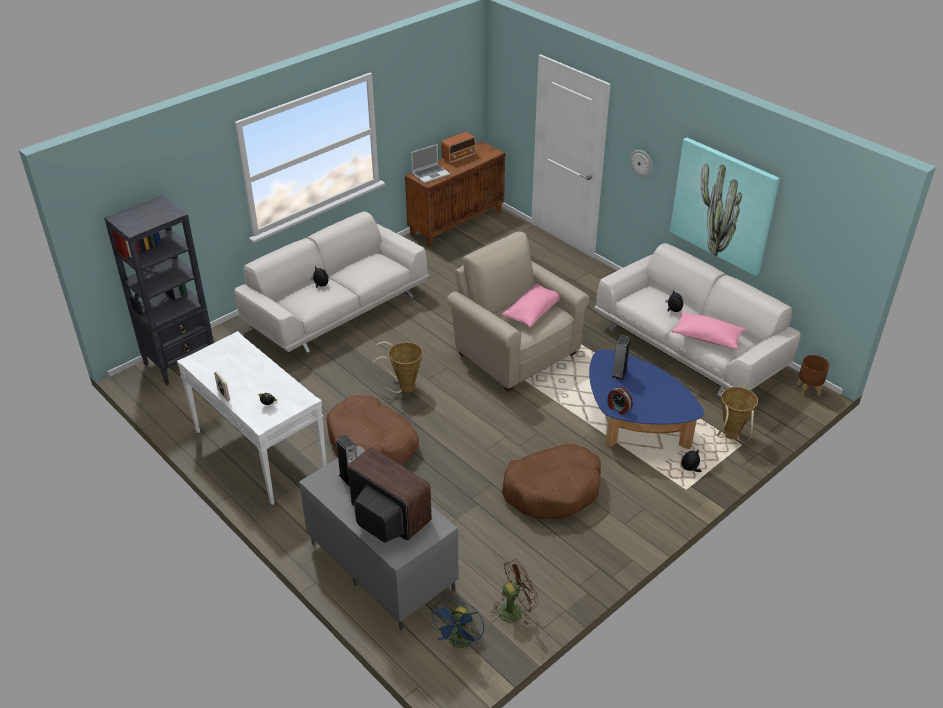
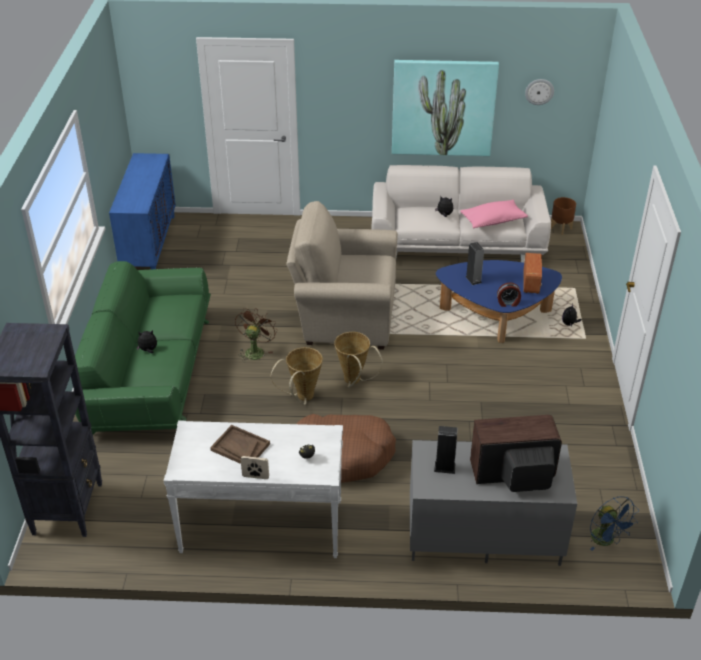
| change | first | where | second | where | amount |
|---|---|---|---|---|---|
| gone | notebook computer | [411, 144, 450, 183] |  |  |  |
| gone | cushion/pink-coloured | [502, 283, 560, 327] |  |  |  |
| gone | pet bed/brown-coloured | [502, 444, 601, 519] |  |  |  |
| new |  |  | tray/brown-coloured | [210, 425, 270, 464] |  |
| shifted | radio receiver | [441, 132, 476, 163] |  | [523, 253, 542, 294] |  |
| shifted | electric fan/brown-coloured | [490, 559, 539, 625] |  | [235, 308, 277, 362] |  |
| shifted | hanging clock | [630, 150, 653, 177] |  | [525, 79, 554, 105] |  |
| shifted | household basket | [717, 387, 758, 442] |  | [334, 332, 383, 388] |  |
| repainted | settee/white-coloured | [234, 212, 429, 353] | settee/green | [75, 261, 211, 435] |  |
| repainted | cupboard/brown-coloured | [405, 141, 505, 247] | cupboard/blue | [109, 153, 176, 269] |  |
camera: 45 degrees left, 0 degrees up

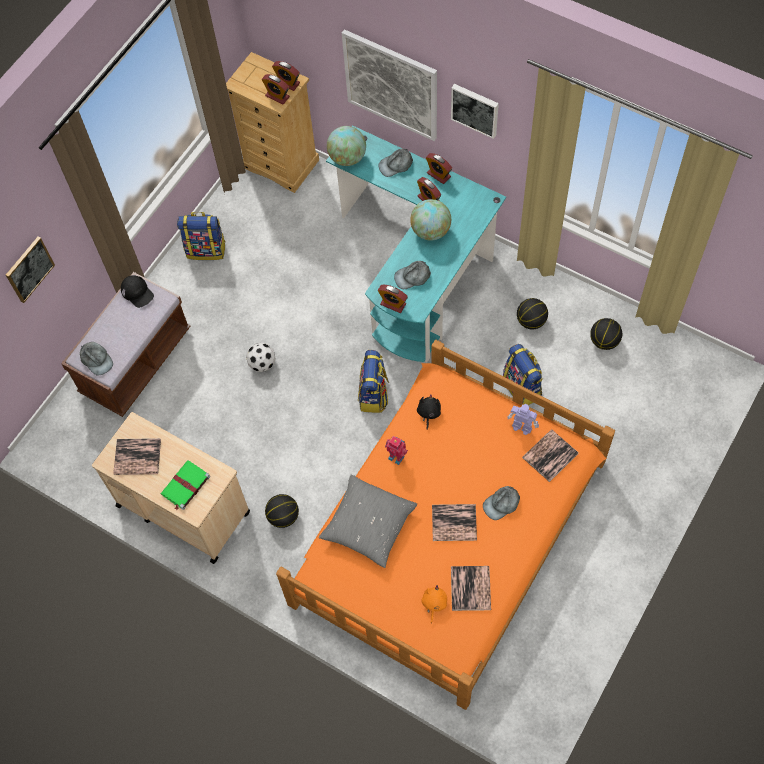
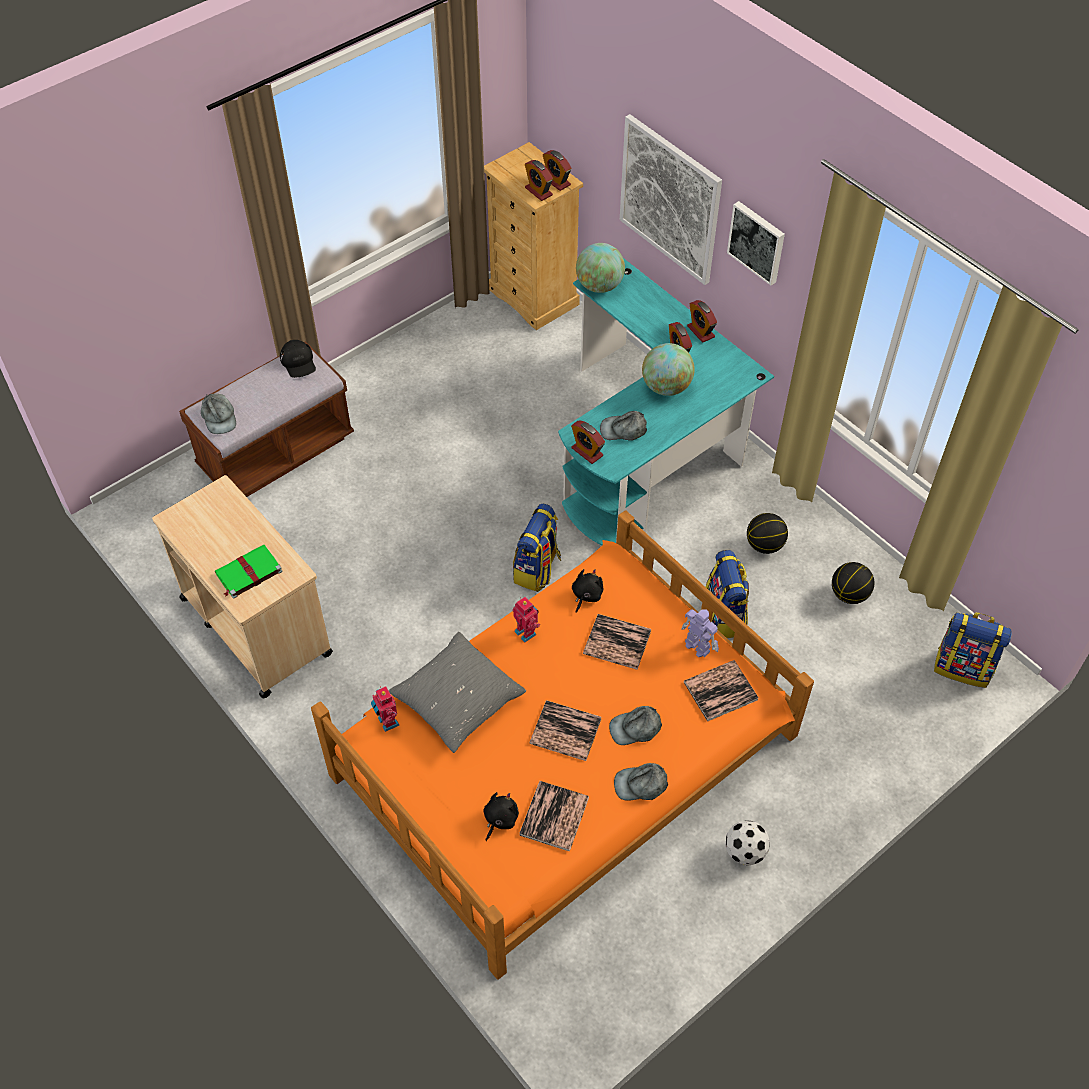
| change | first | where | second | where | amount |
|---|---|---|---|---|---|
| gone | wall art | [6, 236, 55, 303] |  |  |  |
| gone | basketball ball | [265, 494, 299, 528] |  |  |  |
| new |  |  | model robot | [371, 686, 399, 732] |  |
| shifted | book | [113, 438, 161, 475] |  | [583, 614, 651, 670] |  |
| shifted | backpack | [177, 212, 226, 260] |  | [934, 612, 1011, 688] |  |
| shifted | football ball | [246, 343, 276, 372] |  | [726, 820, 770, 865] |  |
| shifted | peaked cap/greyish | [378, 149, 413, 177] |  | [614, 763, 668, 801] |  |
| repainted | cuddly toy/orange | [421, 585, 447, 623] | cuddly toy/black | [483, 792, 519, 841] |  |
camera: 15 degrees right, 10 degrees down

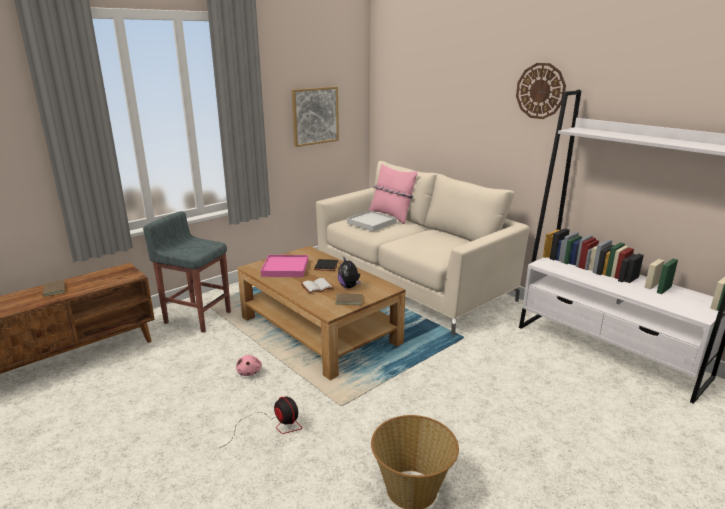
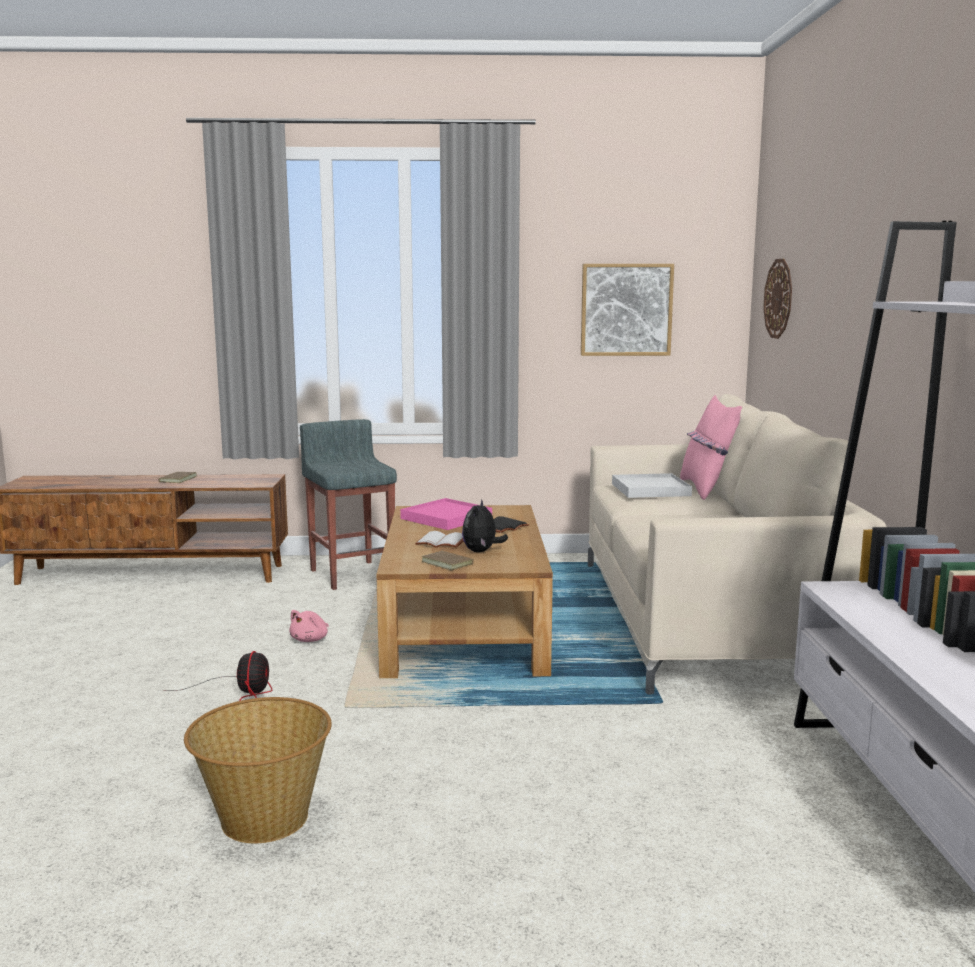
| change | first | where | second | where | amount |
|---|---|---|---|---|---|
| shifted | hanging clock | [516, 63, 566, 119] |  | [763, 259, 792, 339] |  |
camera: 40 degrees right, 10 degrees down

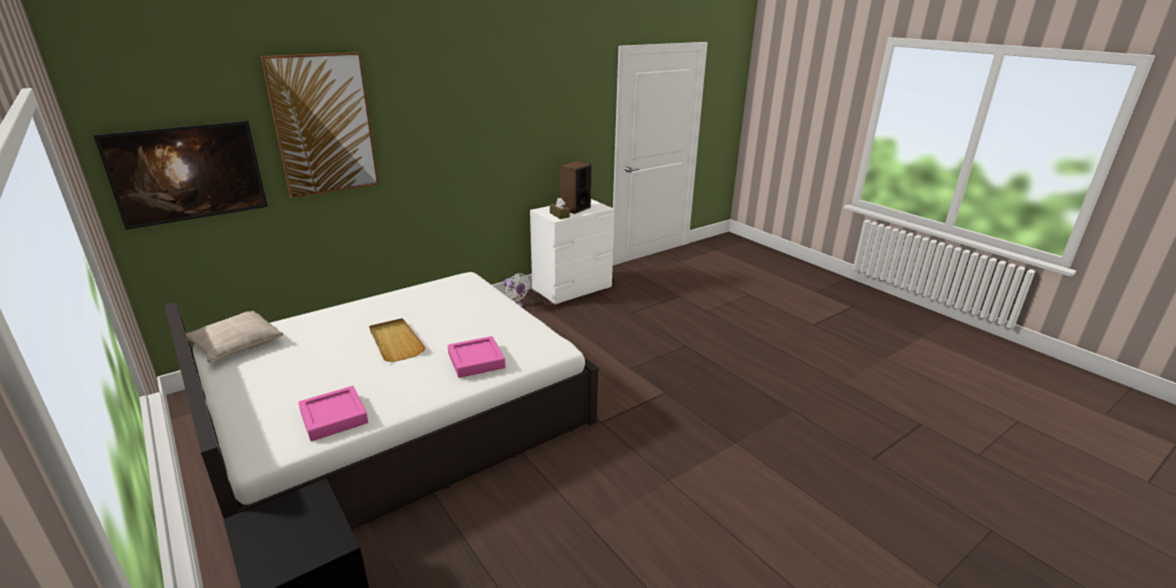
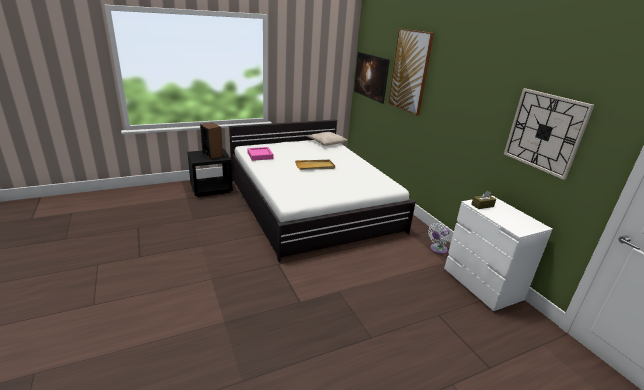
| change | first | where | second | where | amount |
|---|---|---|---|---|---|
| gone | tray/pink-coloured | [448, 336, 506, 378] |  |  |  |
| new |  |  | hanging clock | [504, 88, 594, 180] |  |
| shifted | speaker | [559, 161, 592, 214] |  | [200, 123, 223, 159] |  |
camera: 100 degrees right, 0 degrees up

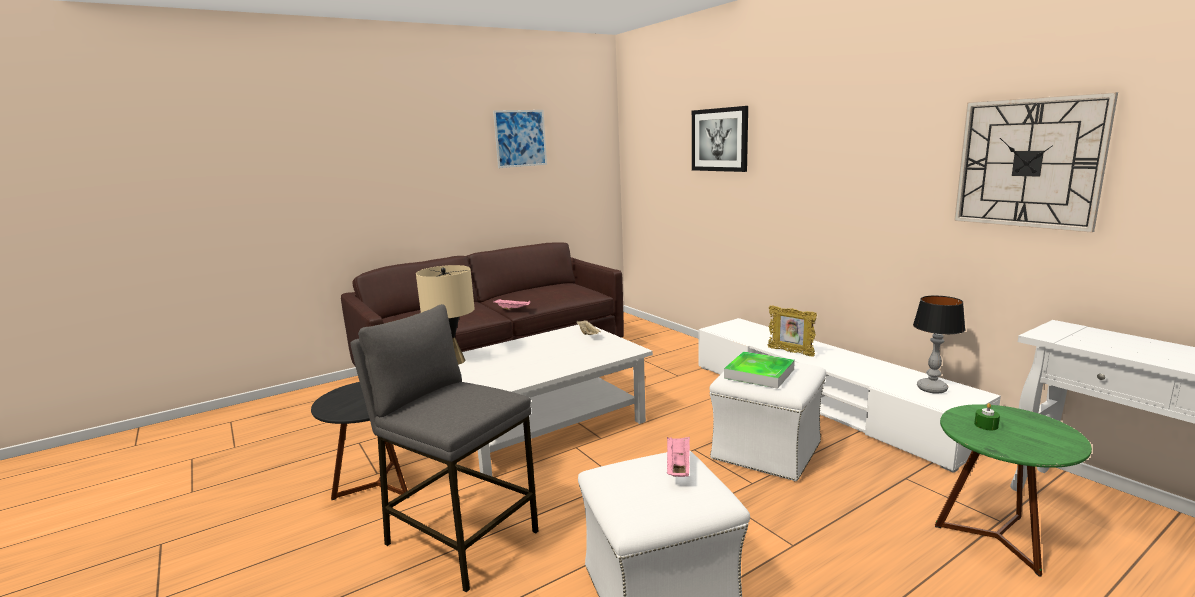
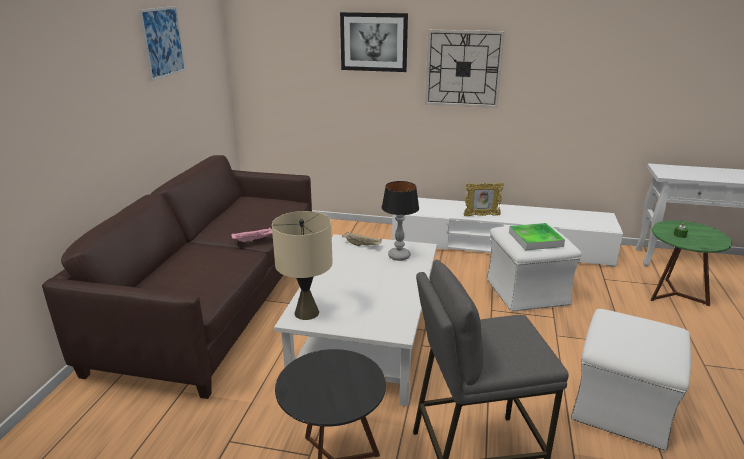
| change | first | where | second | where | amount |
|---|---|---|---|---|---|
| gone | tray/pink-coloured | [667, 436, 690, 477] |  |  |  |
| shifted | tabletop lamp | [913, 295, 966, 394] |  | [382, 181, 419, 261] |  |
| shifted | hanging clock | [954, 92, 1118, 232] |  | [425, 30, 505, 108] |  |
camera: 45 degrees left, 10 degrees up

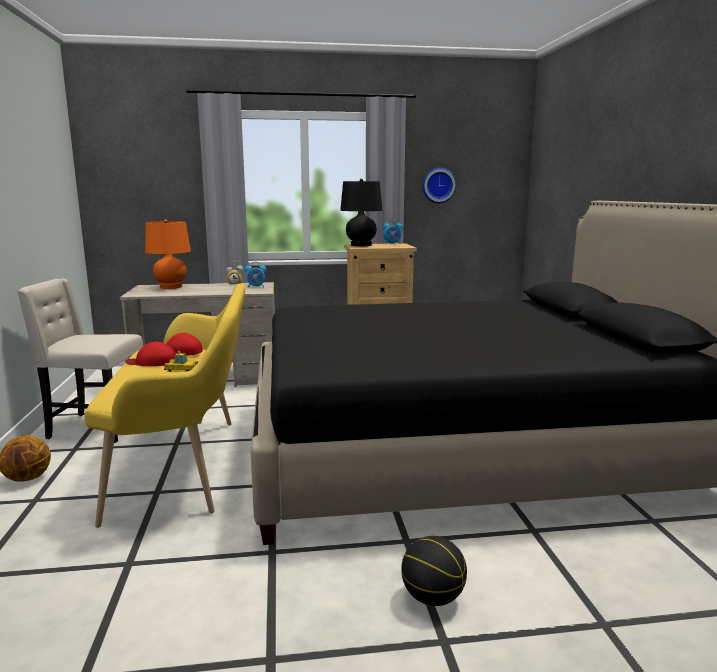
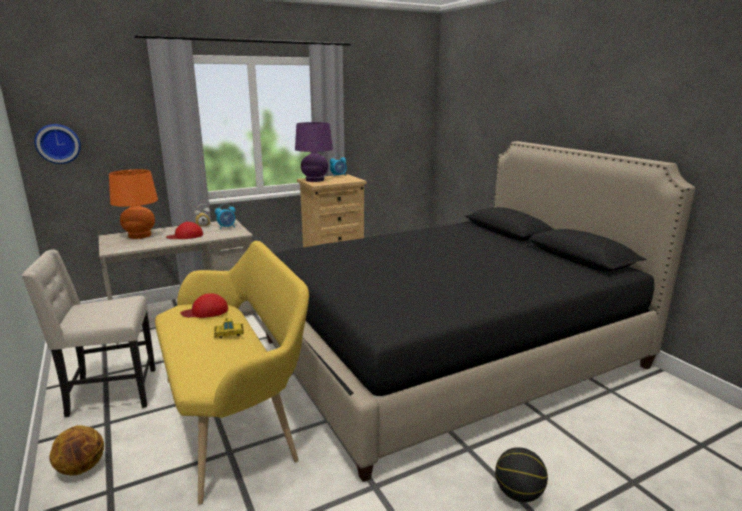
| change | first | where | second | where | amount |
|---|---|---|---|---|---|
| shifted | peaked cap/reddish | [125, 342, 176, 366] |  | [166, 222, 203, 239] |  |
| shifted | hanging clock | [422, 168, 456, 203] |  | [34, 124, 81, 164] |  |
| repainted | tabletop lamp/black | [340, 179, 382, 246] | tabletop lamp/purplish | [295, 121, 333, 182] |  |
camera: 20 degrees left, 5 degrees up

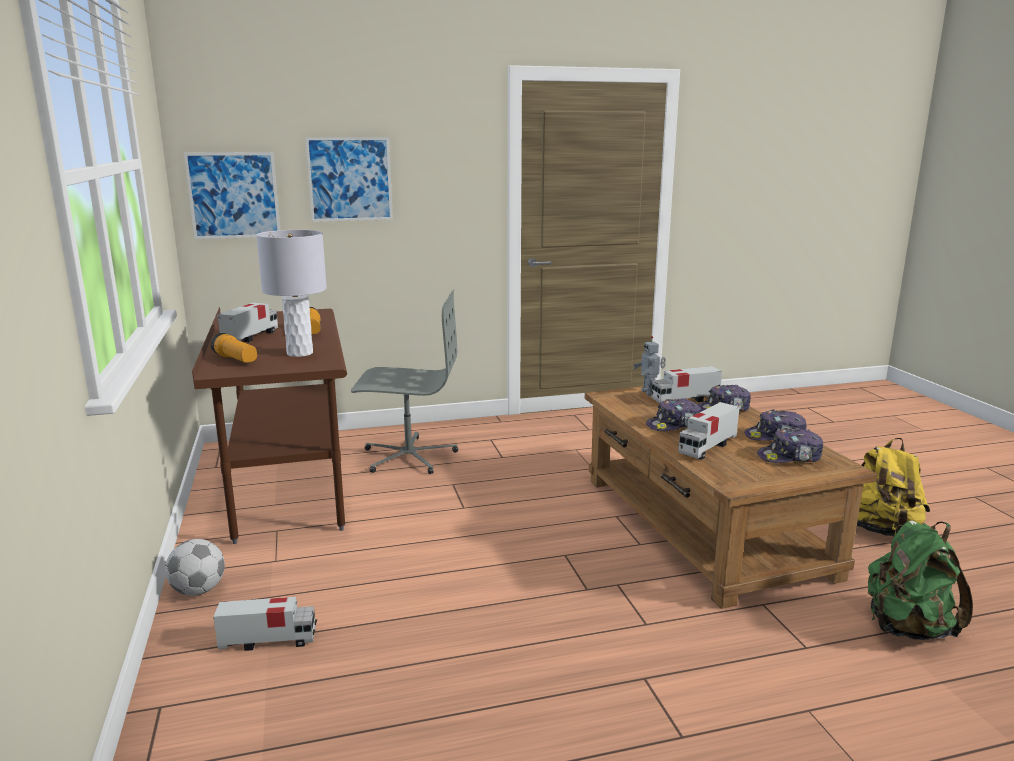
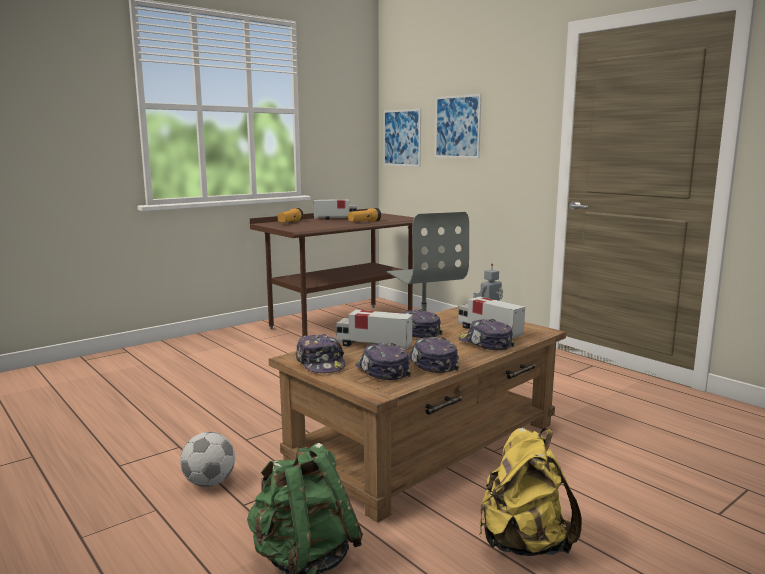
| change | first | where | second | where | amount |
|---|---|---|---|---|---|
| gone | toy lorry | [213, 597, 317, 651] |  |  |  |
| gone | tabletop lamp/greyish | [256, 230, 327, 357] |  |  |  |
| new |  |  | peaked cap | [295, 334, 345, 373] |  |
| shifted | football ball | [165, 539, 225, 596] |  | [180, 432, 235, 487] |  |
camera: 65 degrees right, 5 degrees down

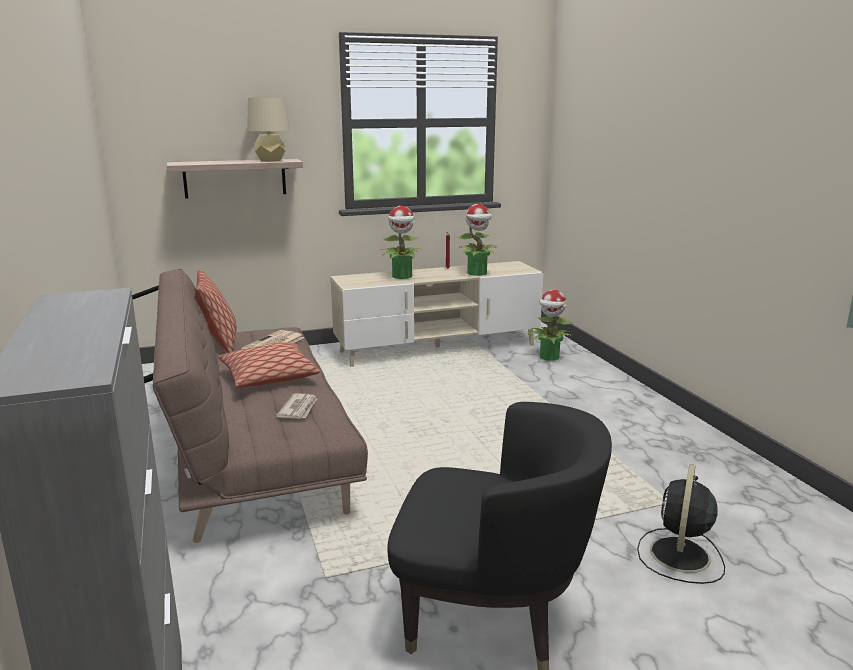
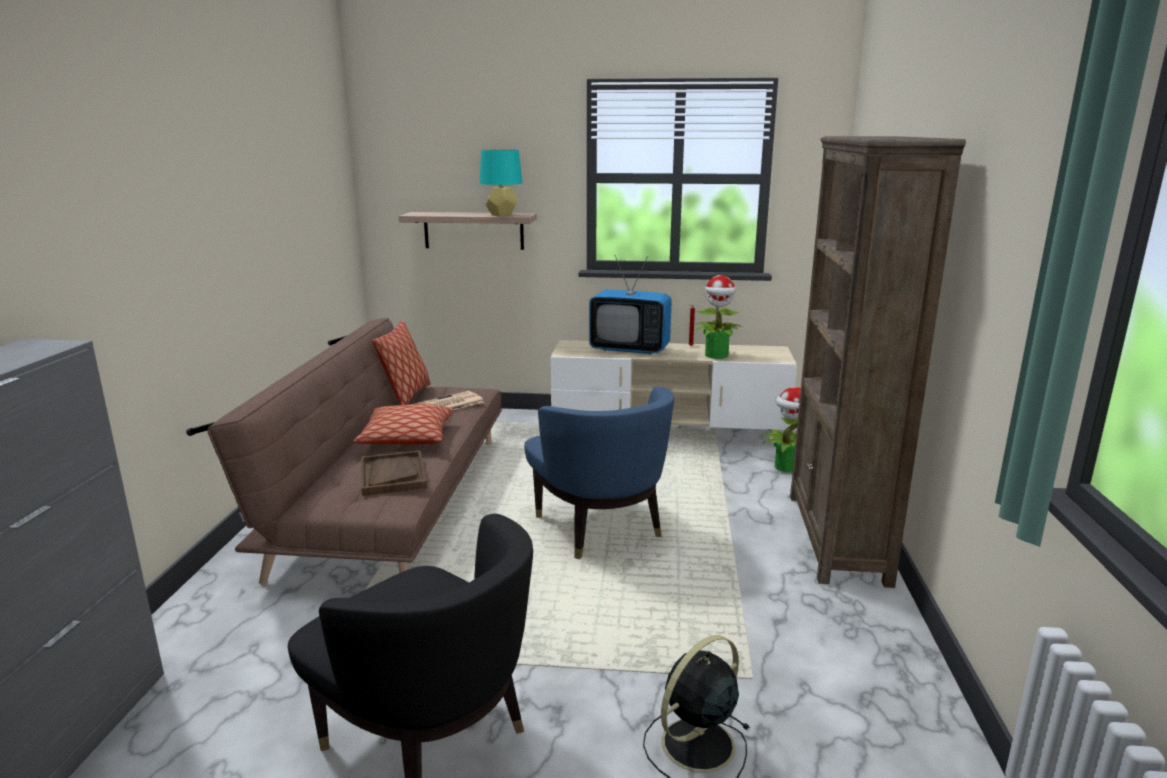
| change | first | where | second | where | amount |
|---|---|---|---|---|---|
| new |  |  | lounge chair/blue | [524, 387, 674, 559] |  |
| new |  |  | bookshelf/brown-coloured | [790, 136, 966, 588] |  |
| swapped | printed paper | [276, 393, 317, 419] | tray/brown-coloured | [361, 450, 427, 496] |  |
| swapped | potted plant | [381, 206, 422, 279] | TV | [589, 255, 672, 354] |  |
| repainted | tabletop lamp/sand-coloured | [247, 98, 289, 162] | tabletop lamp/turquoise | [479, 149, 522, 216] |  |
camera: 25 degrees right, 0 degrees up

